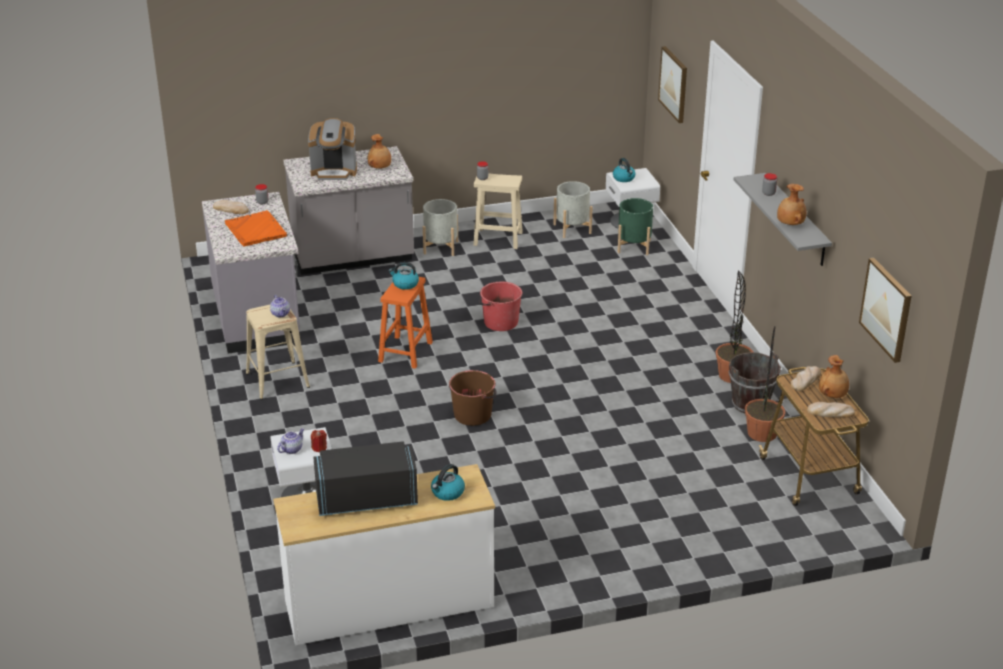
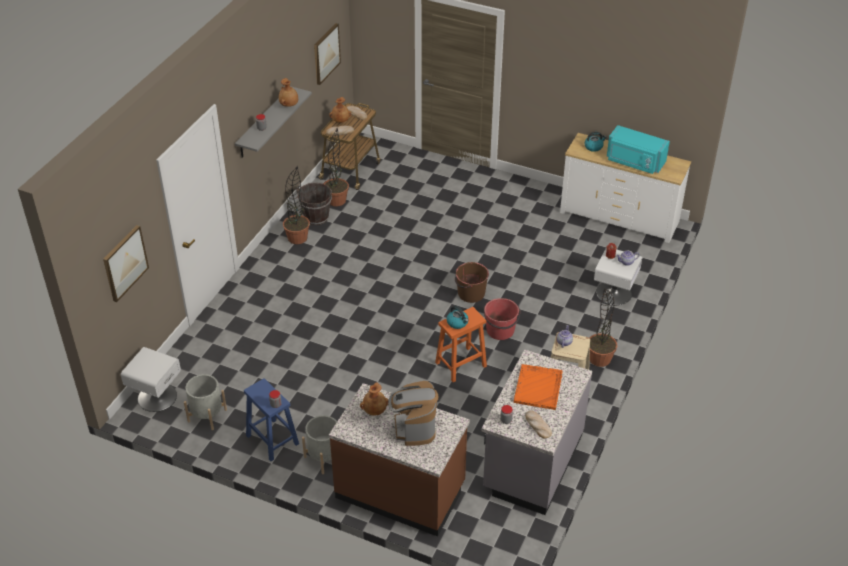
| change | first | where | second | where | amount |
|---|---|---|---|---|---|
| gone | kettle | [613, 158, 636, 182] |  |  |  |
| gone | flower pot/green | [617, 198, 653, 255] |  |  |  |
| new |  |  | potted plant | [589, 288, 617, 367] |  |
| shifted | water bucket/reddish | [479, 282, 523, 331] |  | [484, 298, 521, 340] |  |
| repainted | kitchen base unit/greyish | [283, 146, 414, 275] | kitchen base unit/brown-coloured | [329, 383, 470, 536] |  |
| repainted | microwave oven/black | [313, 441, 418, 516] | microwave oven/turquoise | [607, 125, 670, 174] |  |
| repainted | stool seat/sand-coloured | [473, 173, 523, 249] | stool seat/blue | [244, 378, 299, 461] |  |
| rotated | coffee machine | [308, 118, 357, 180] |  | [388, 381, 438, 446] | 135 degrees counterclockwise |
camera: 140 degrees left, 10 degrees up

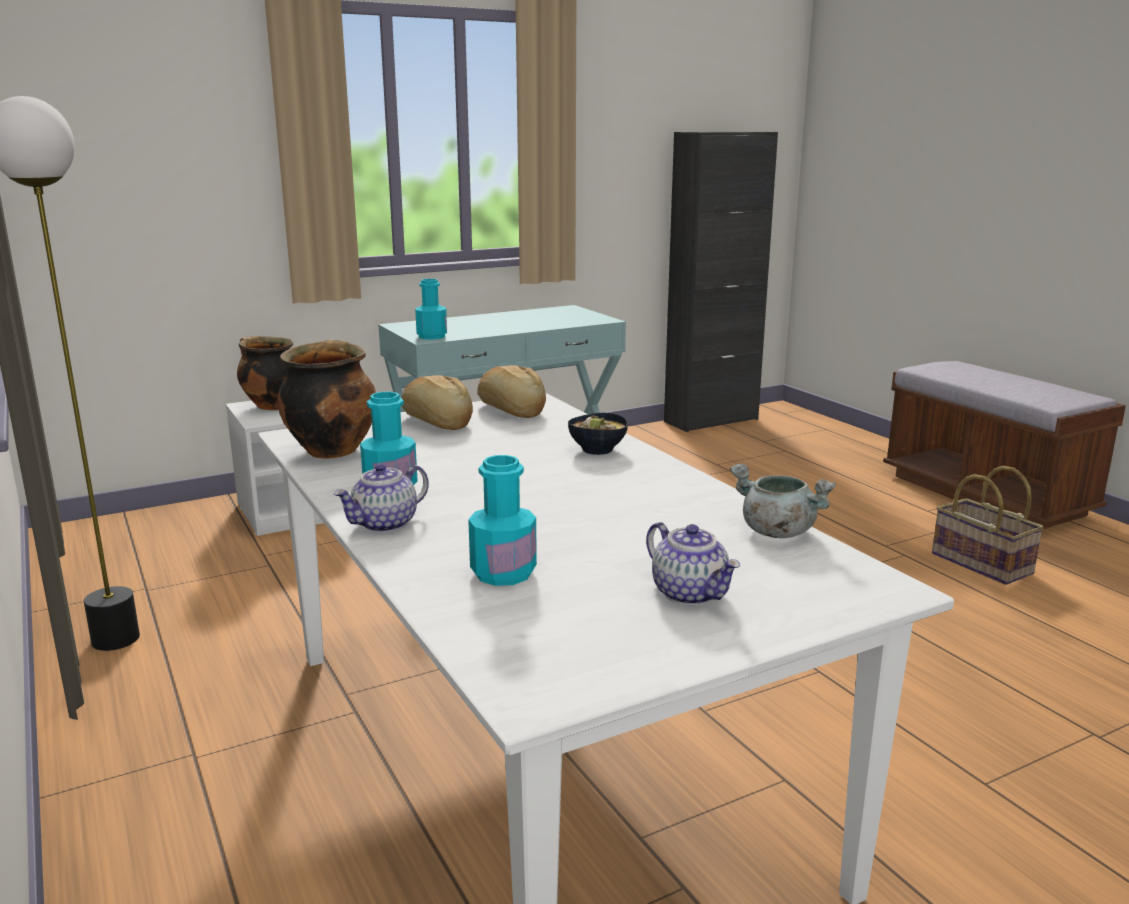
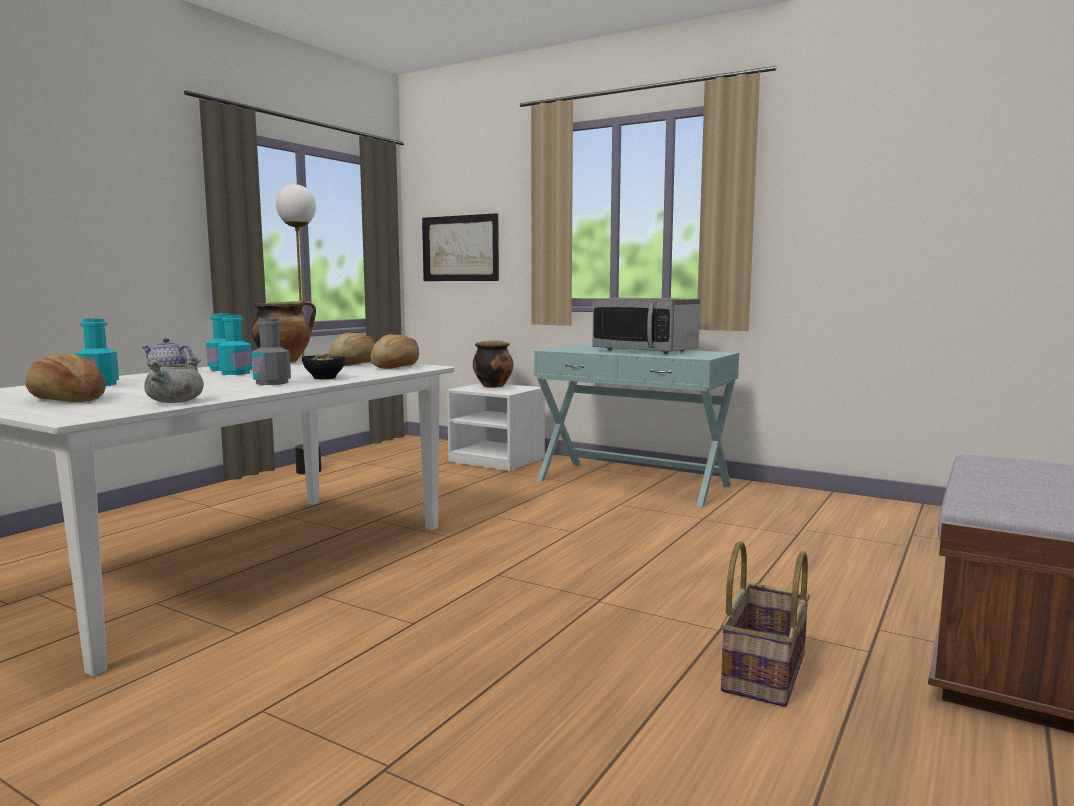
| change | first | where | second | where | amount |
|---|---|---|---|---|---|
| gone | cupboard/black | [664, 132, 778, 432] |  |  |  |
| new |  |  | drink bottle/greyish | [252, 318, 291, 385] |  |
| new |  |  | wall art | [422, 213, 499, 281] |  |
| new |  |  | microwave oven | [592, 298, 700, 354] |  |
| shifted | drink bottle/turquoise | [415, 279, 447, 340] |  | [217, 315, 252, 375] |  |
| swapped | tea pot | [646, 522, 740, 605] | bakery bread | [26, 354, 106, 402] |  |
camera: 60 degrees right, 10 degrees down

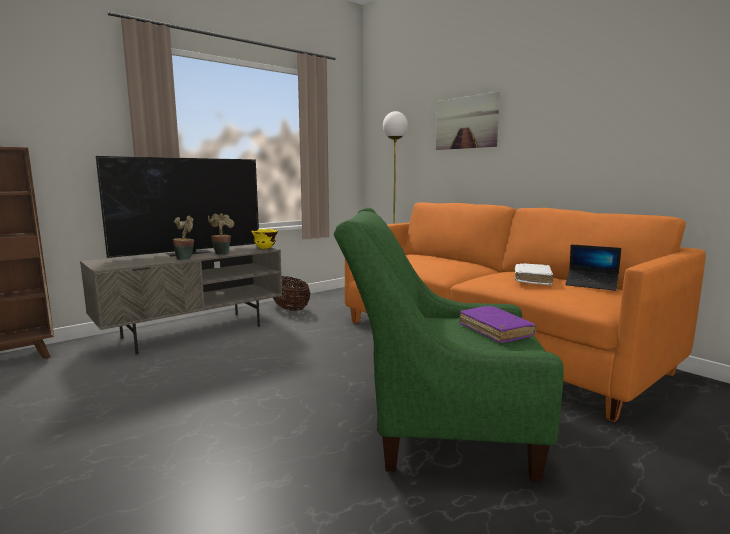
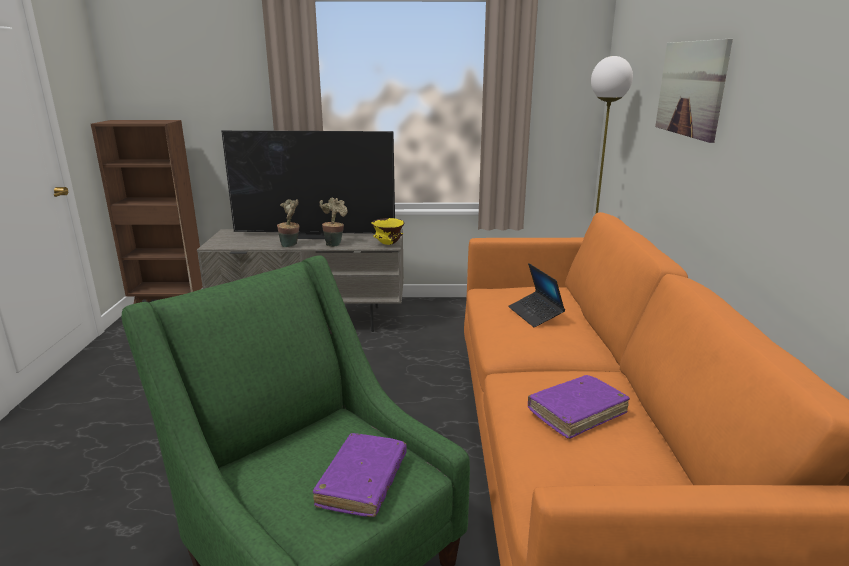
| change | first | where | second | where | amount |
|---|---|---|---|---|---|
| gone | household basket | [273, 276, 310, 311] |  |  |  |
| shifted | notebook computer | [565, 245, 621, 291] |  | [508, 263, 565, 327] |  |
| repainted | book/white-coloured | [515, 264, 553, 285] | book/purplish | [528, 375, 630, 439] |  |
camera: 40 degrees right, 10 degrees up

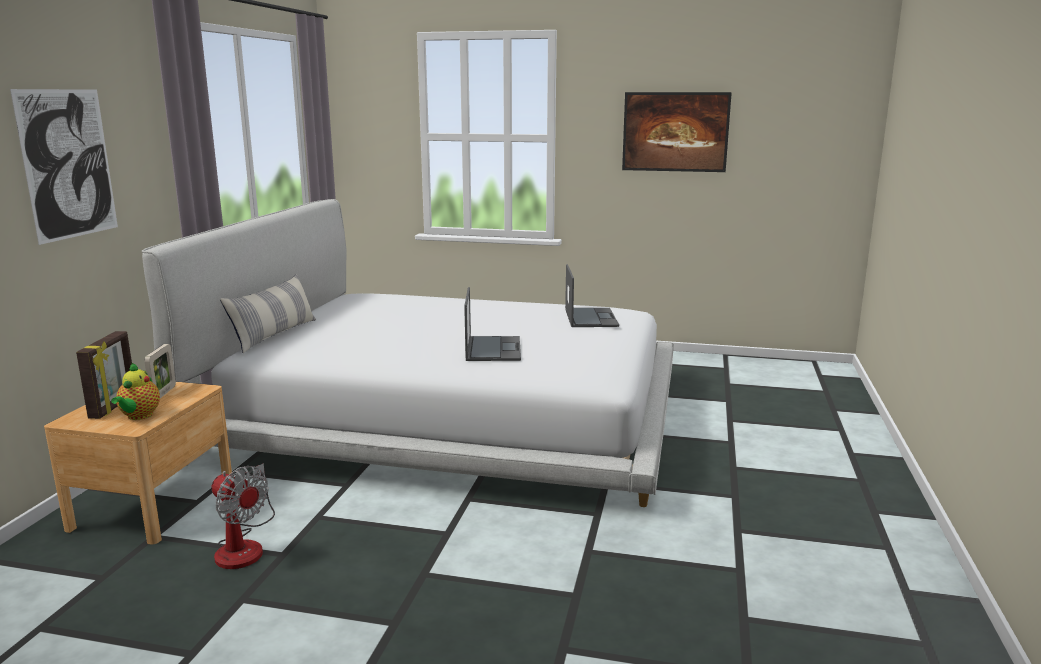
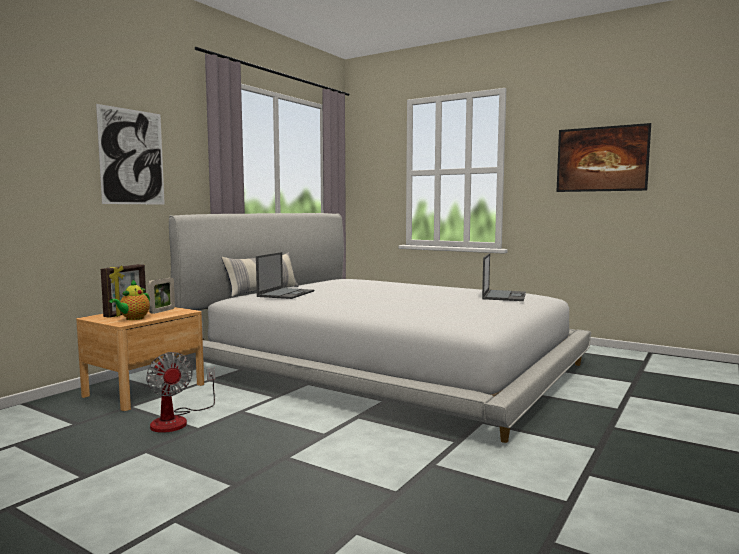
| change | first | where | second | where | amount |
|---|---|---|---|---|---|
| shifted | notebook computer | [464, 287, 521, 361] |  | [256, 252, 314, 299] |  |
camera: 20 degrees right, 10 degrees down

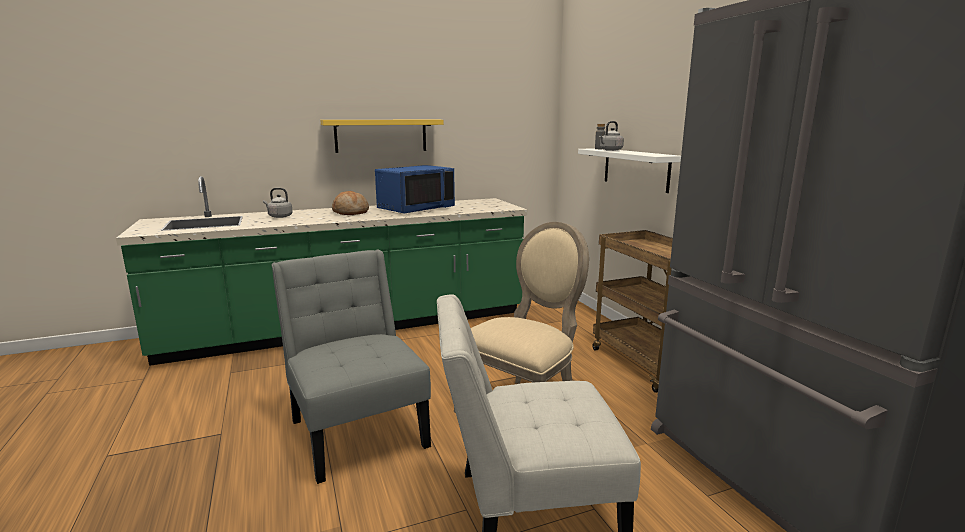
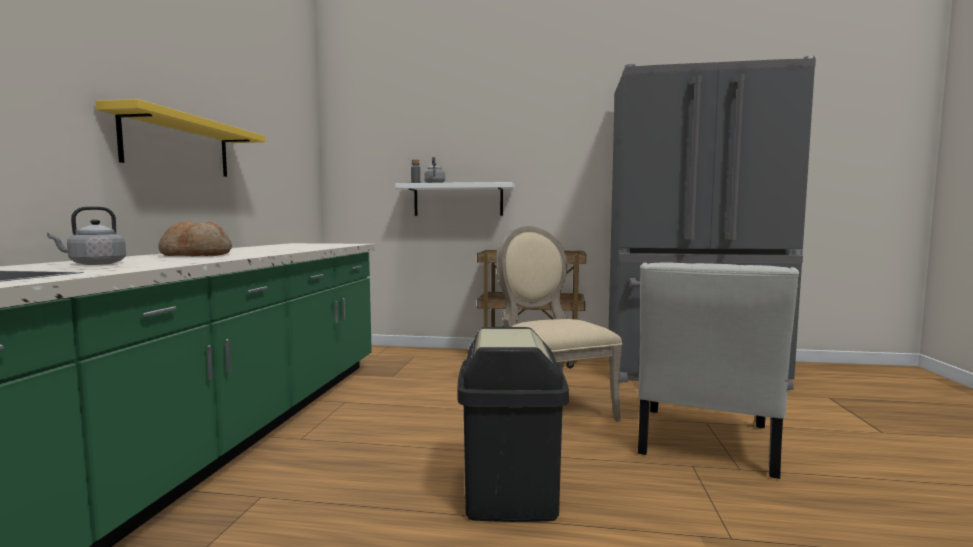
| change | first | where | second | where | amount |
|---|---|---|---|---|---|
| gone | microwave oven/blue | [375, 165, 455, 213] |  |  |  |
| swapped | upright chair/greyish | [272, 249, 431, 484] | rubbish bin/black | [458, 327, 569, 522] |  |
camera: 60 degrees left, 10 degrees down

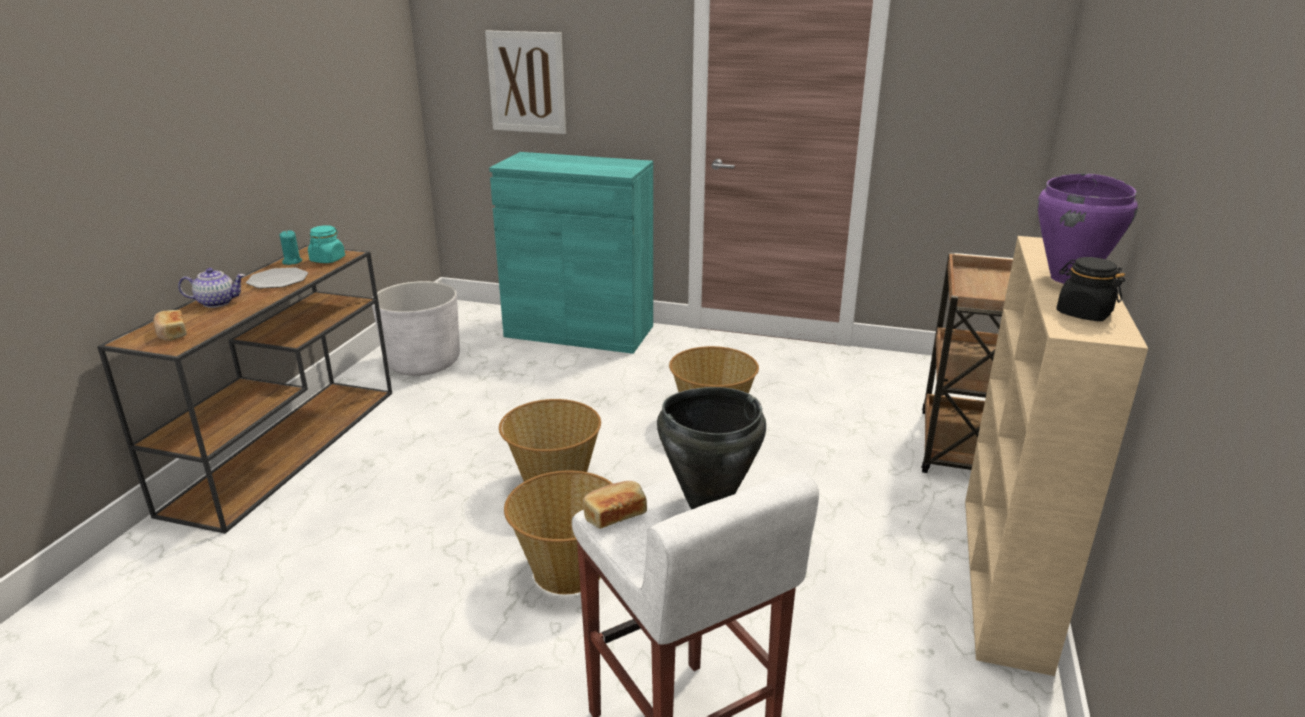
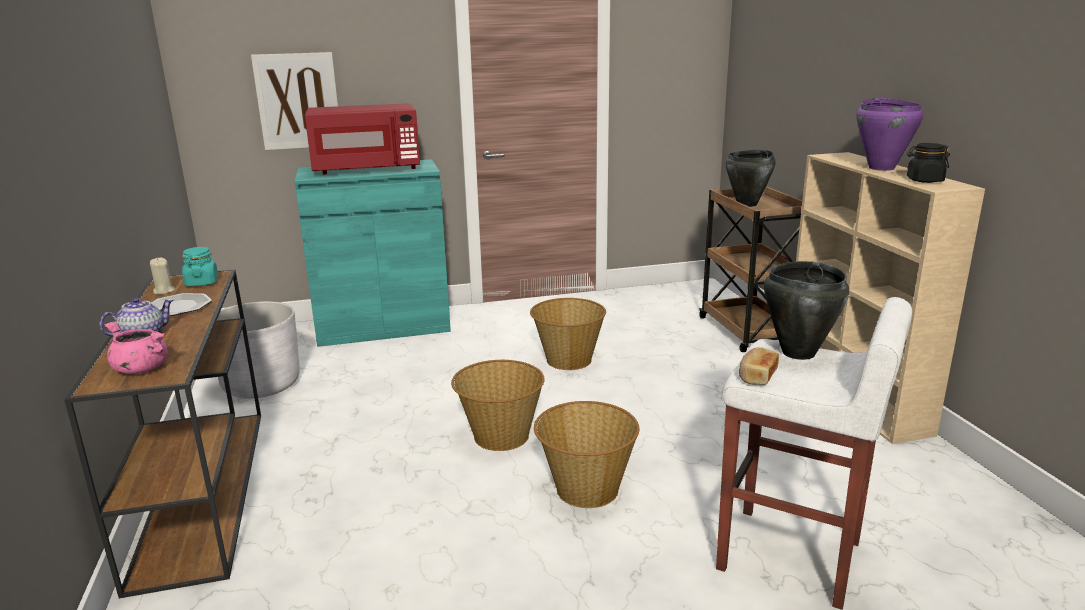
| change | first | where | second | where | amount |
|---|---|---|---|---|---|
| new |  |  | microwave oven/reddish | [305, 103, 420, 174] |  |
| new |  |  | saucepot/black | [726, 150, 776, 207] |  |
| swapped | bakery bread | [153, 310, 187, 341] | saucepot/pink-coloured | [104, 322, 168, 374] |  |
| repainted | wax candle/turquoise | [279, 230, 302, 265] | wax candle/sand-coloured | [150, 258, 175, 295] |  |
camera: 30 degrees left, 5 degrees down

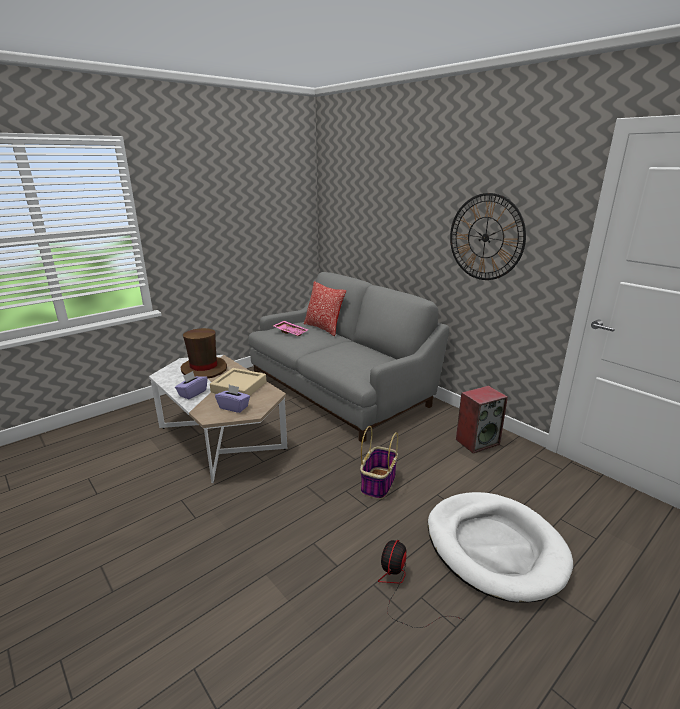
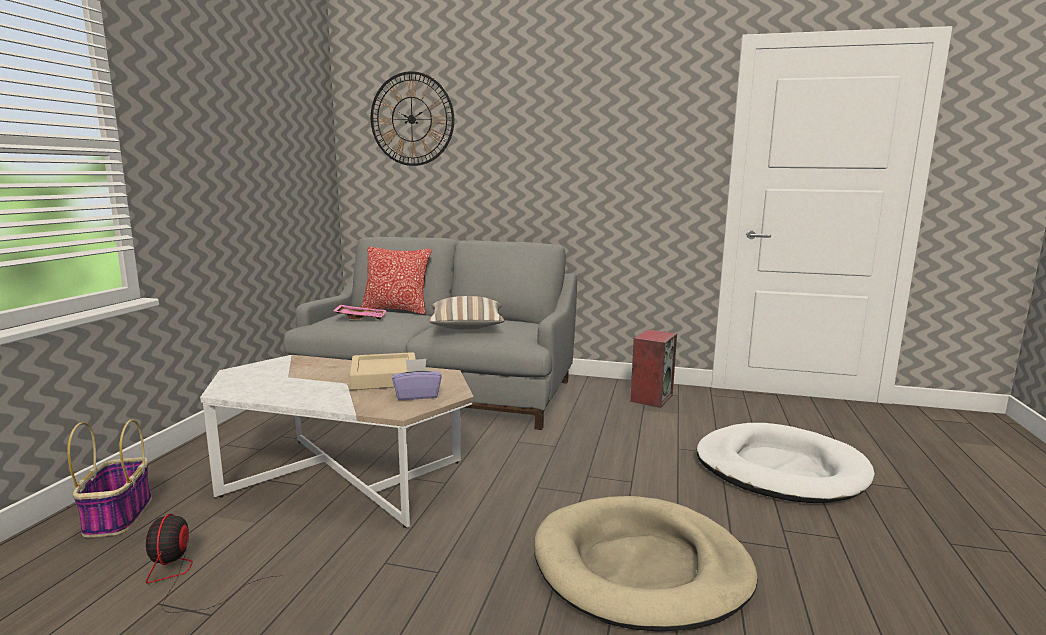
| change | first | where | second | where | amount |
|---|---|---|---|---|---|
| gone | box of tissues/purplish | [175, 371, 208, 399] |  |  |  |
| gone | wearable hat/brown-coloured | [180, 328, 227, 378] |  |  |  |
| new |  |  | cushion | [429, 296, 505, 330] |  |
| new |  |  | pet bed/sand-coloured | [534, 496, 758, 632] |  |
| shifted | household basket | [360, 426, 398, 499] |  | [67, 419, 152, 538] |  |
| shifted | electric fan | [378, 540, 466, 628] |  | [146, 514, 283, 613] |  |
| shifted | hanging clock | [450, 193, 526, 280] |  | [371, 71, 454, 166] |  |
camera: 35 degrees left, 10 degrees down

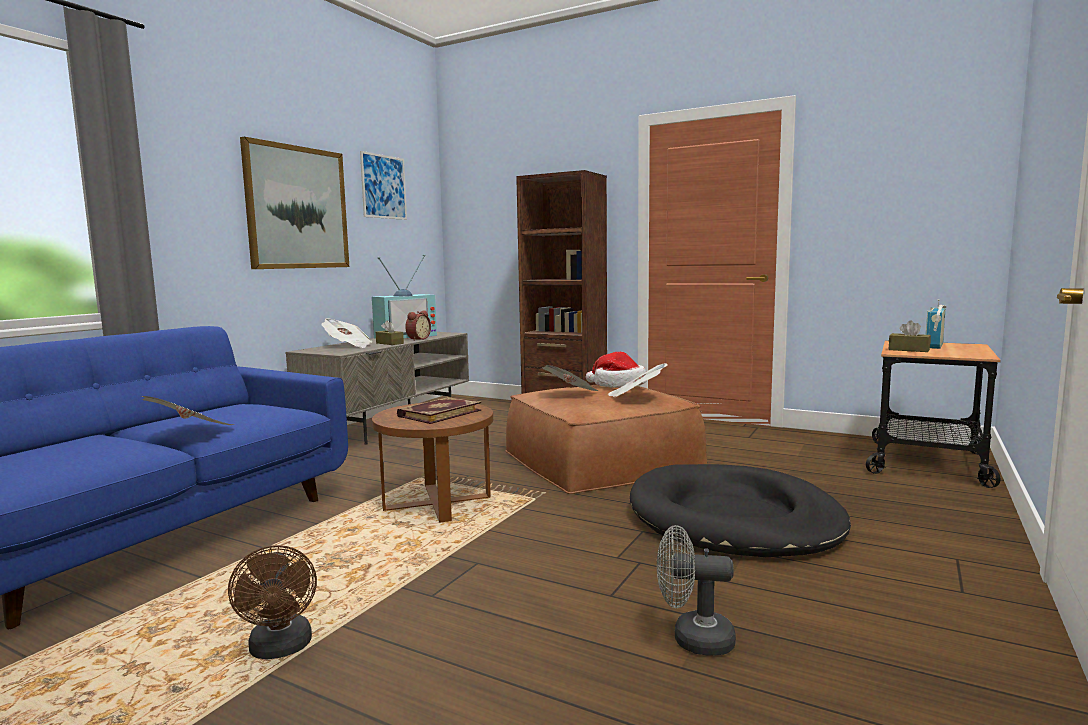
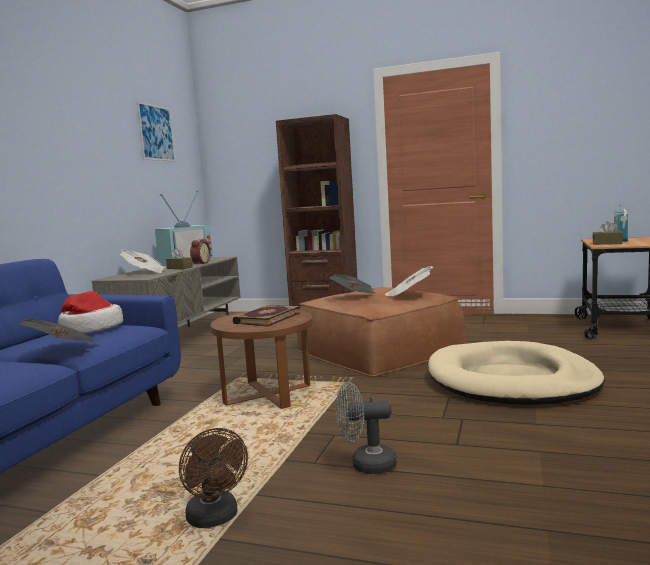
| change | first | where | second | where | amount |
|---|---|---|---|---|---|
| gone | wall art | [240, 137, 349, 269] |  |  |  |
| shifted | wearable hat | [586, 352, 646, 388] |  | [58, 291, 123, 333] |  |
| shifted | electric fan/greyish | [657, 525, 736, 656] |  | [336, 382, 397, 474] |  |
| repainted | pet bed/black | [630, 464, 851, 557] | pet bed/sand-coloured | [428, 341, 605, 405] |  |
camera: 10 degrees left, 0 degrees up

